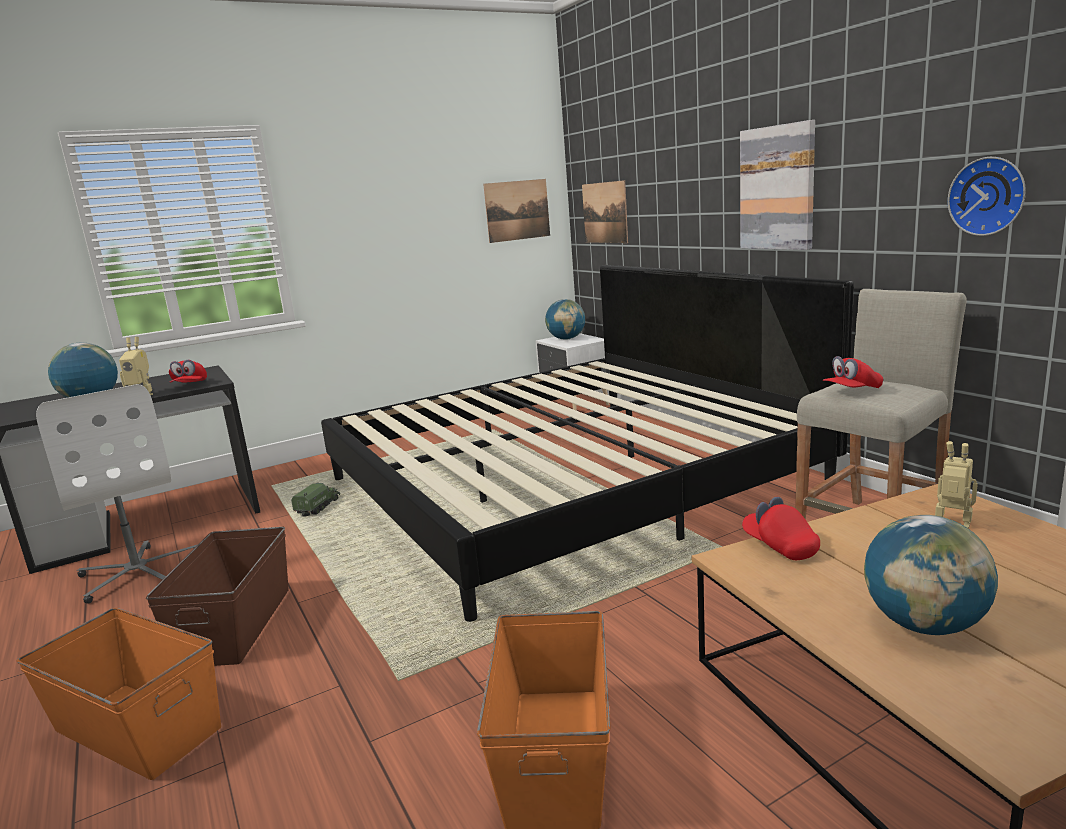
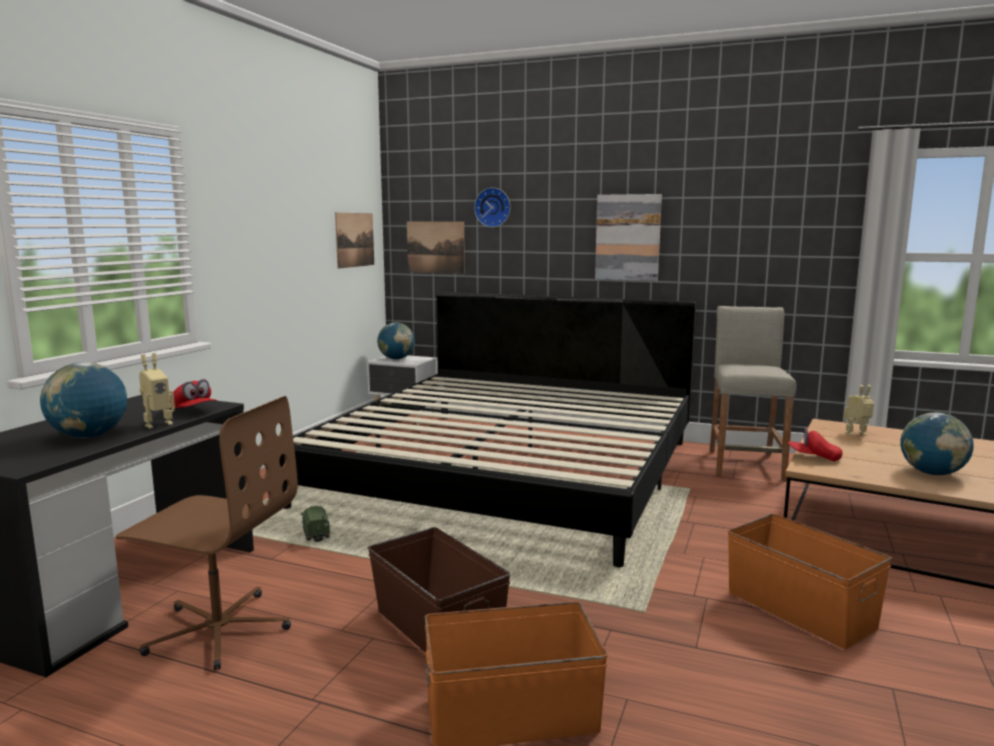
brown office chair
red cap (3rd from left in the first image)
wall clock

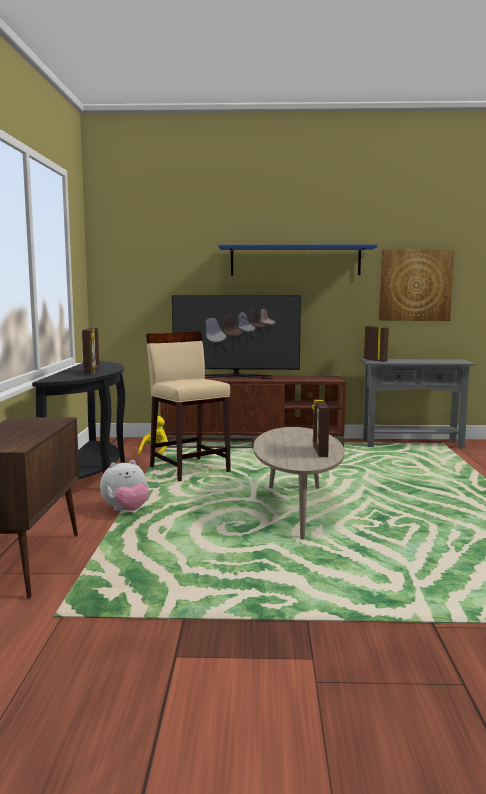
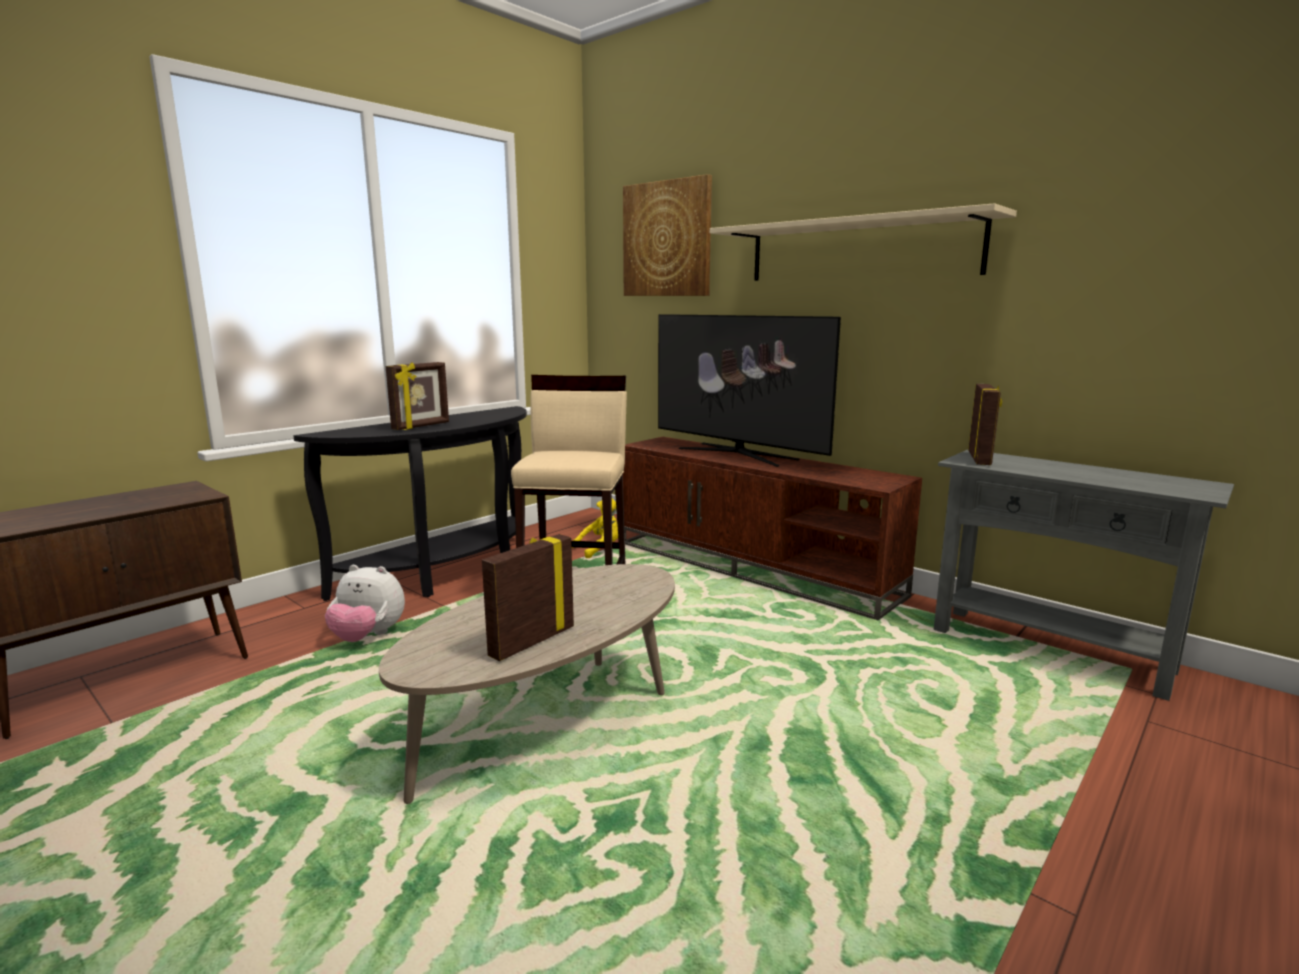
beige shelf
picture

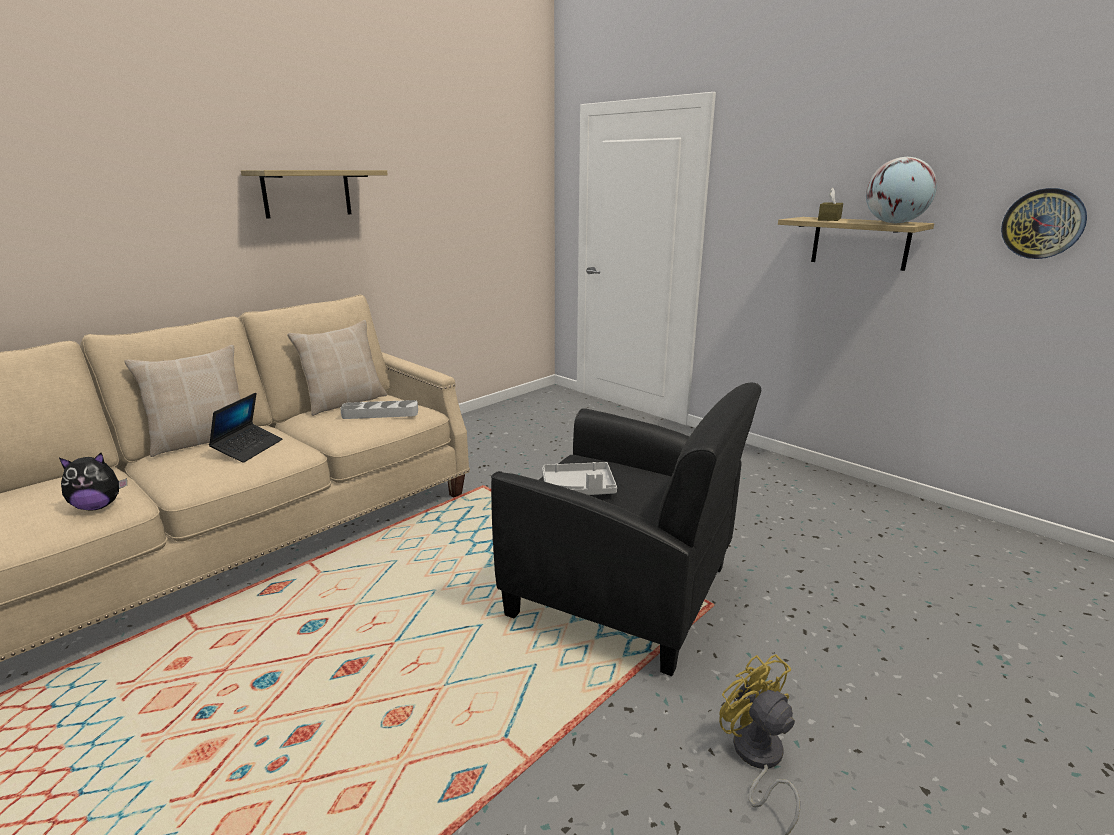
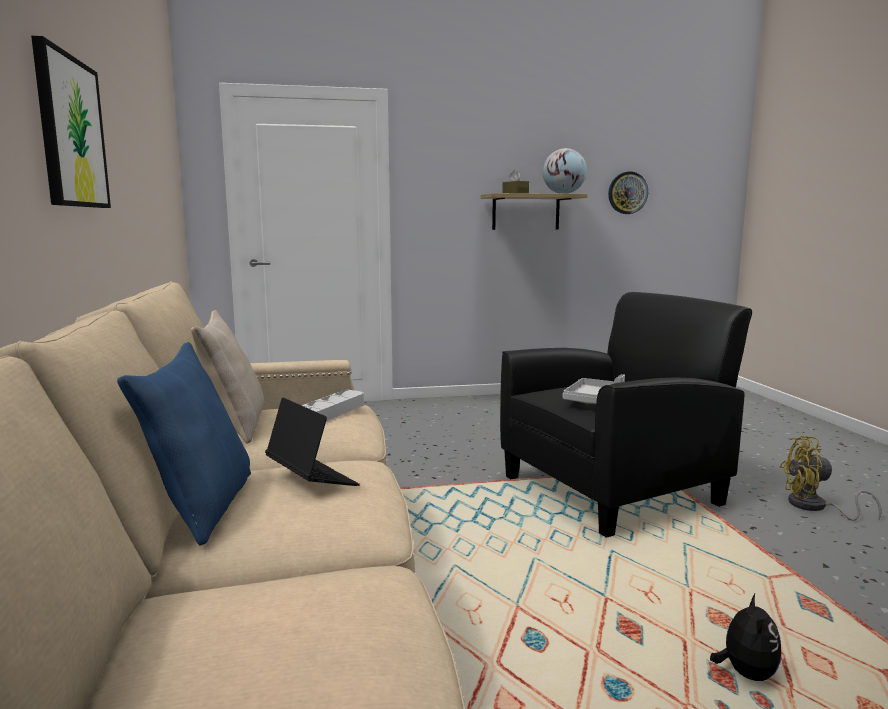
plush toy
blue pillow
picture

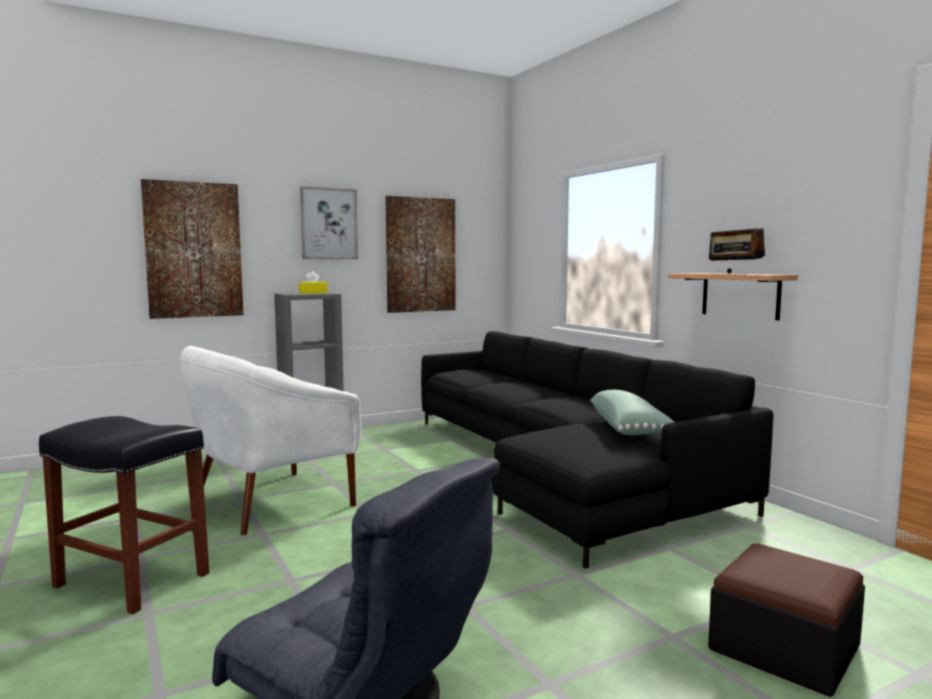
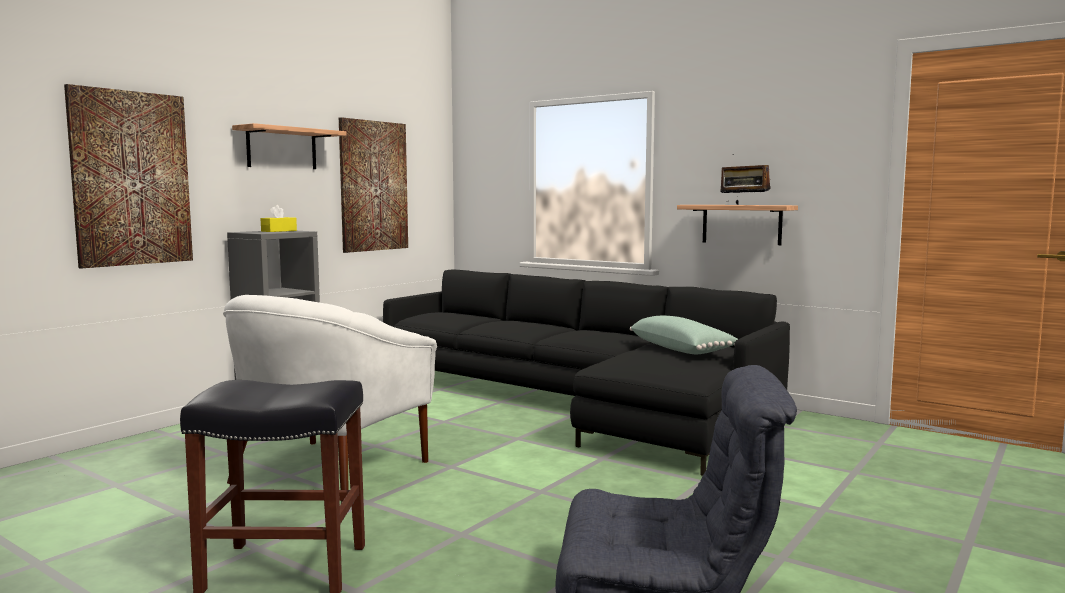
shelf (1st from left)
ottoman

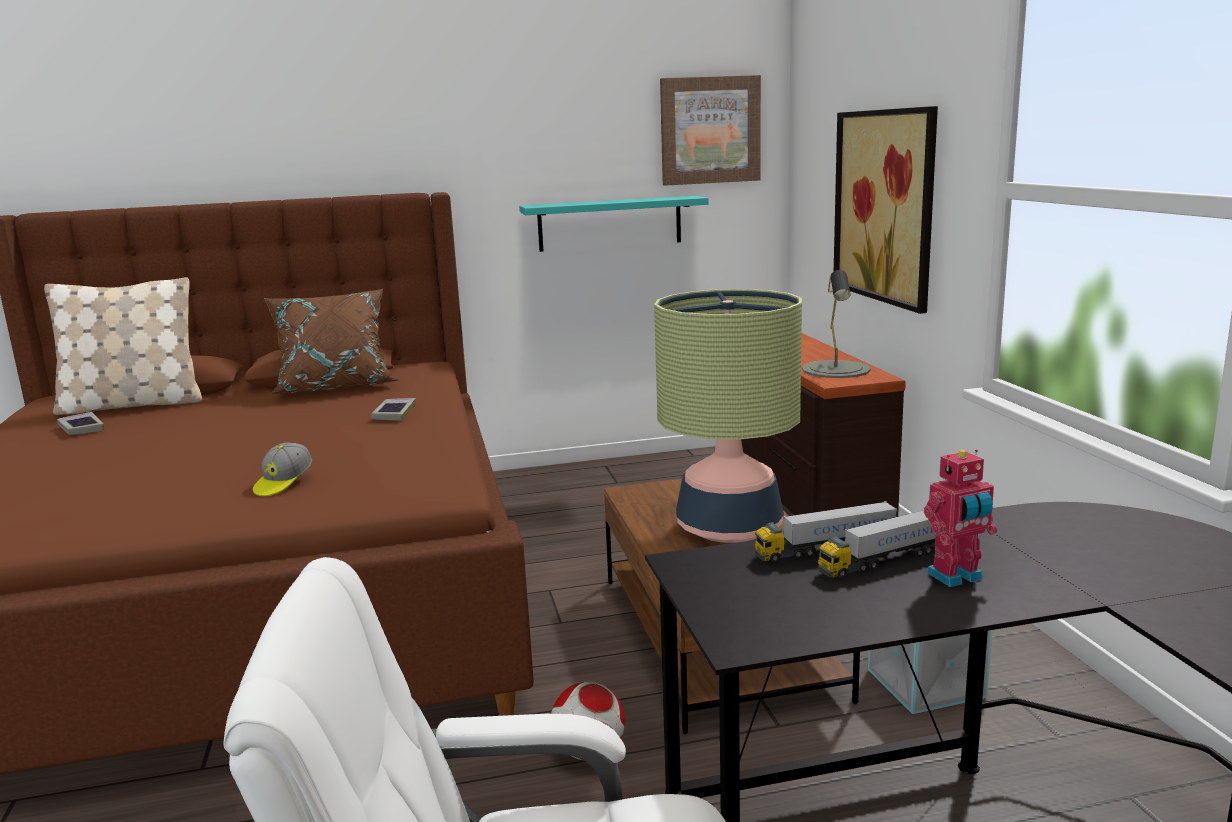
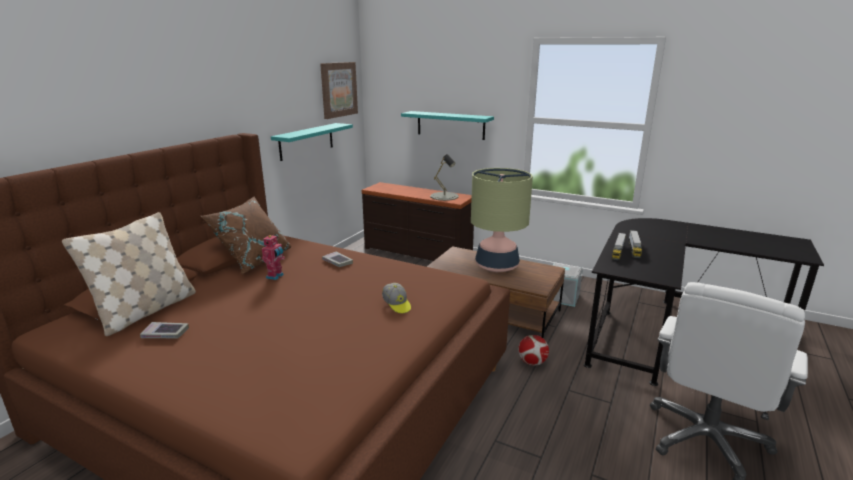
turquoise shelf (2nd from left)
toy robot

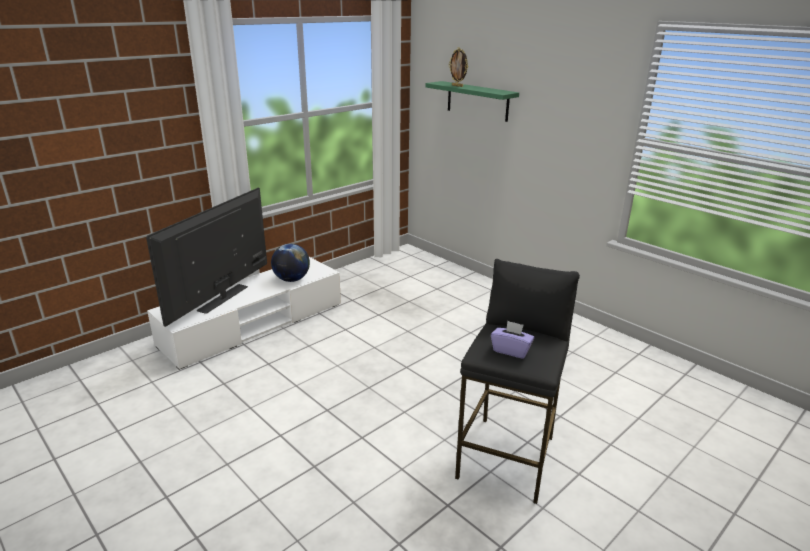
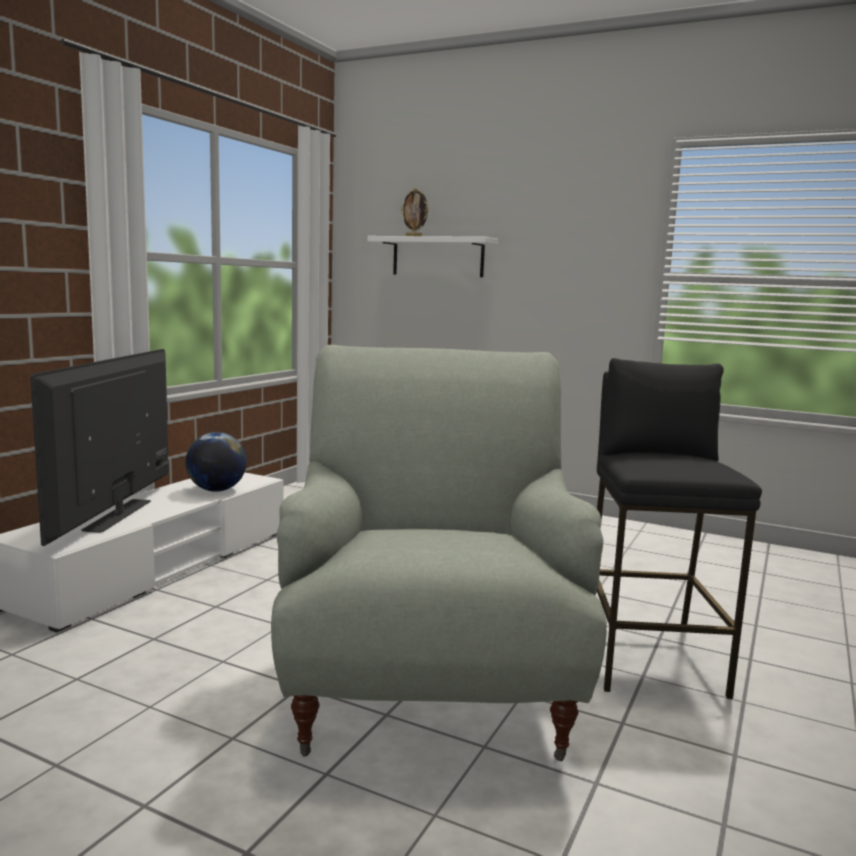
white shelf
purple tissue box
grey armchair

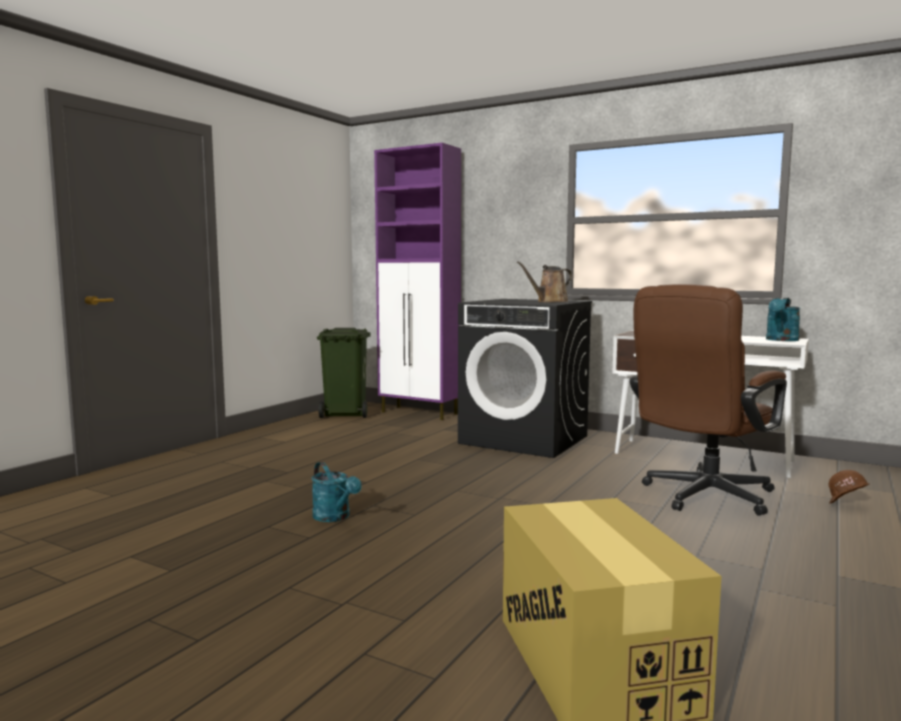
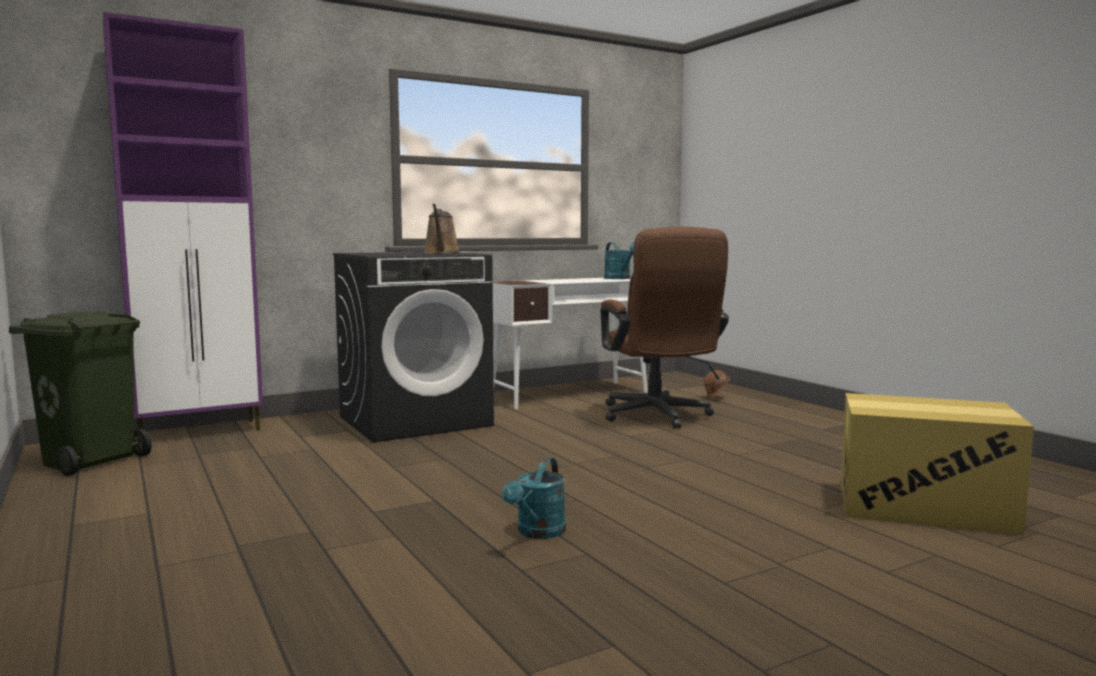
turquoise watering can (1st from left)

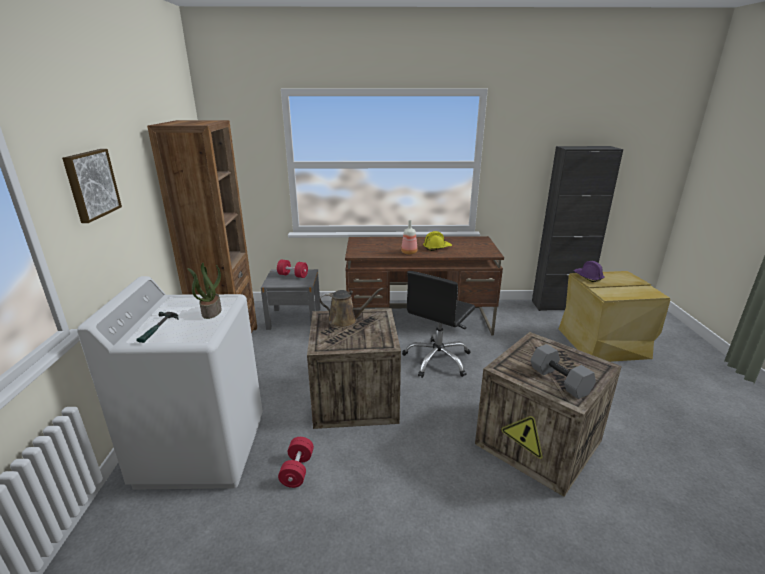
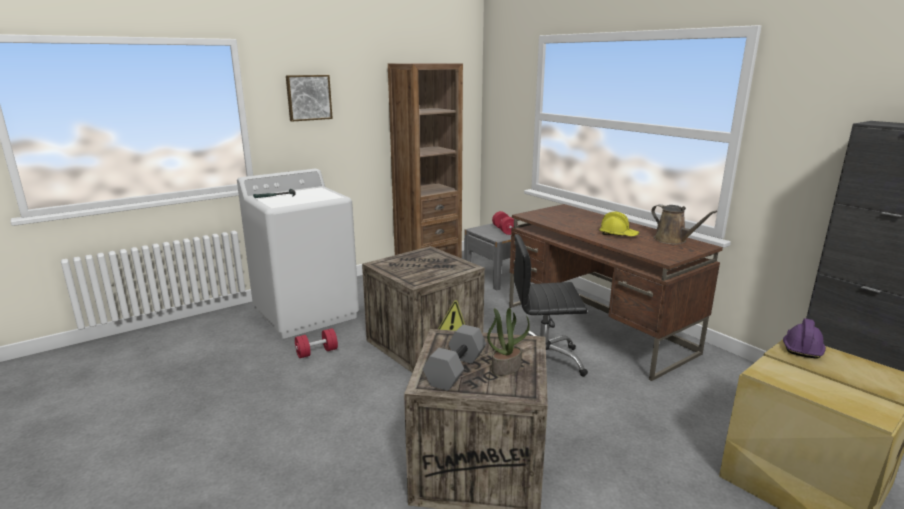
potted plant
brown watering can
bottle

